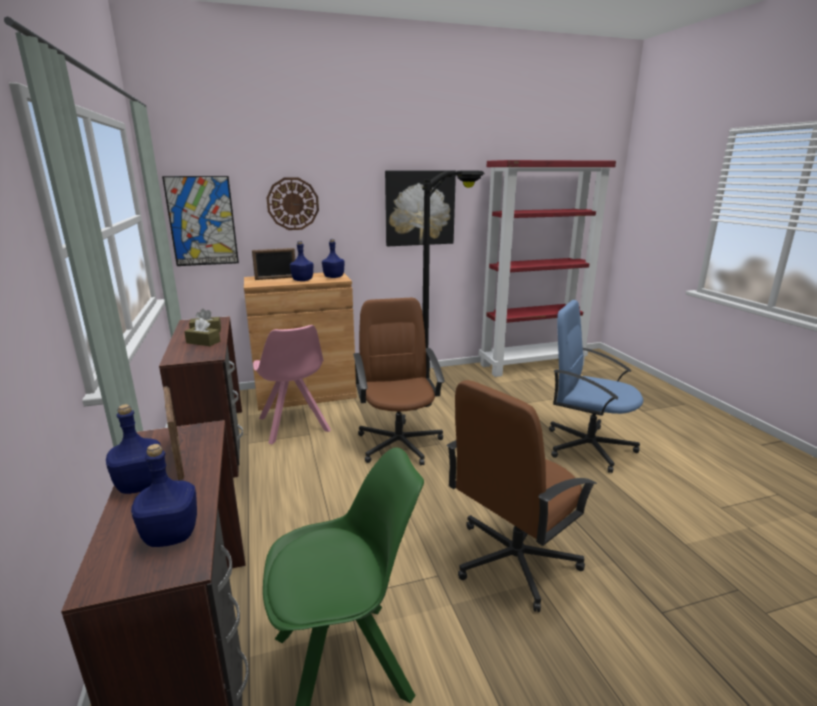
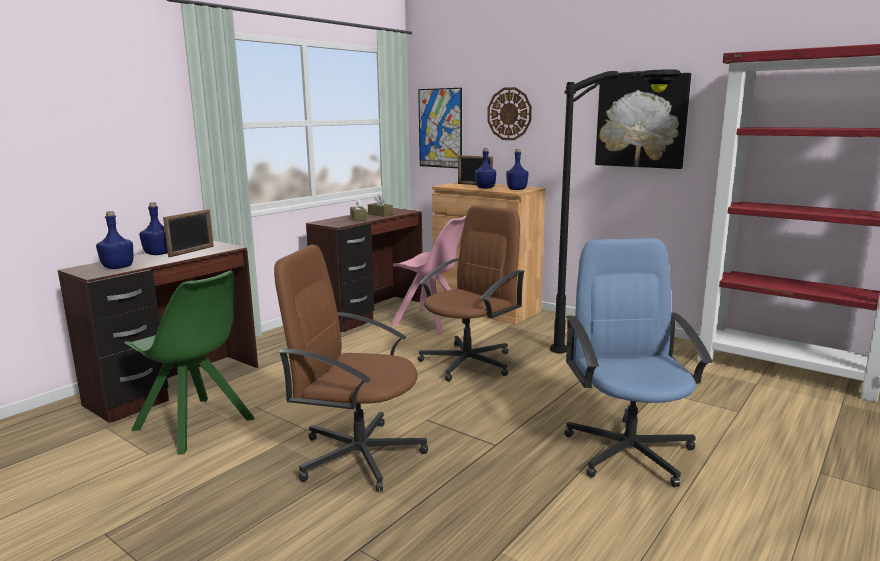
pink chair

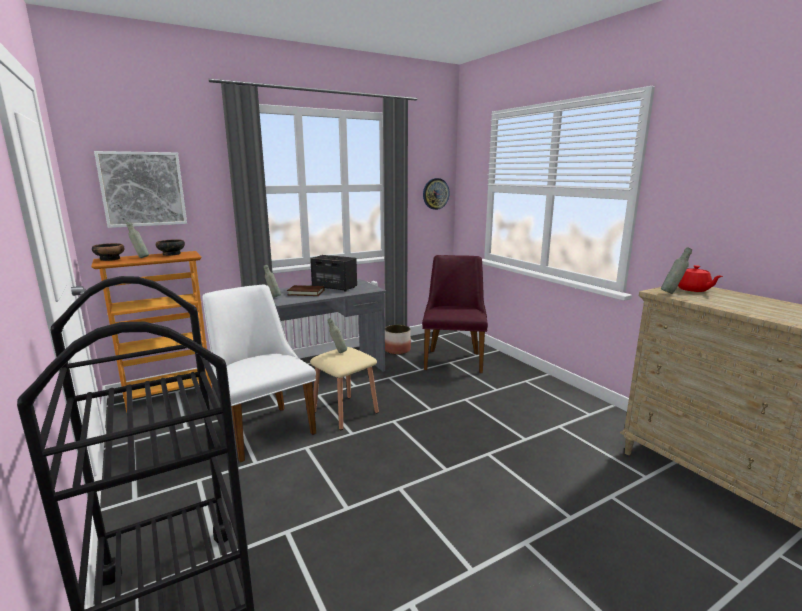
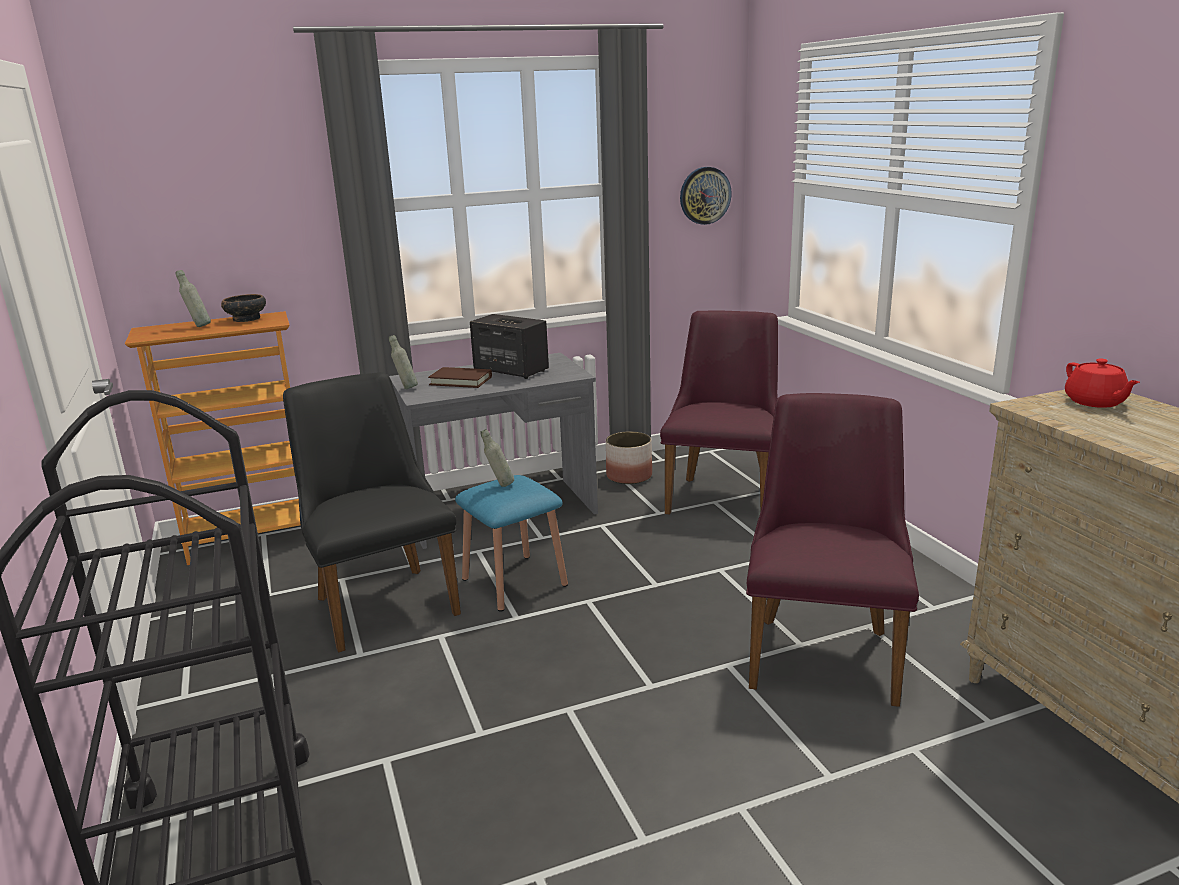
bowl (1st from left in the first image)
picture
black chair
blue stool
grey bottle (4th from left in the first image)
purple chair (2nd from left)

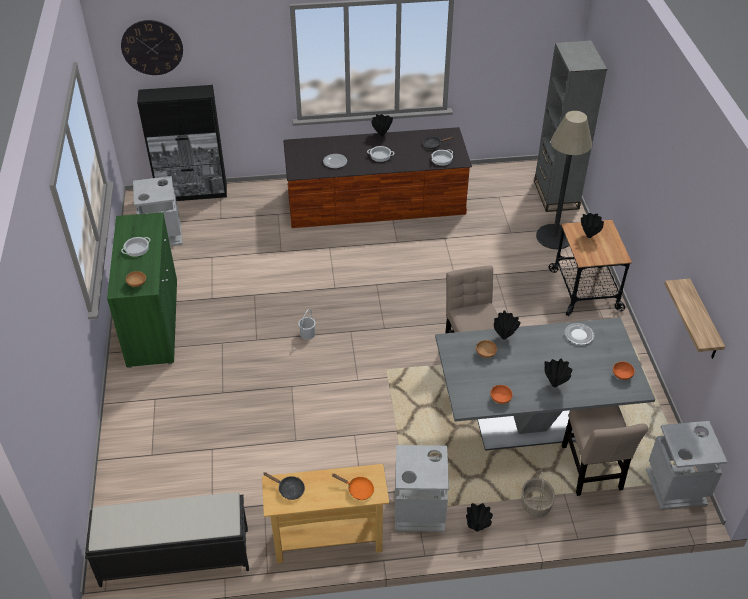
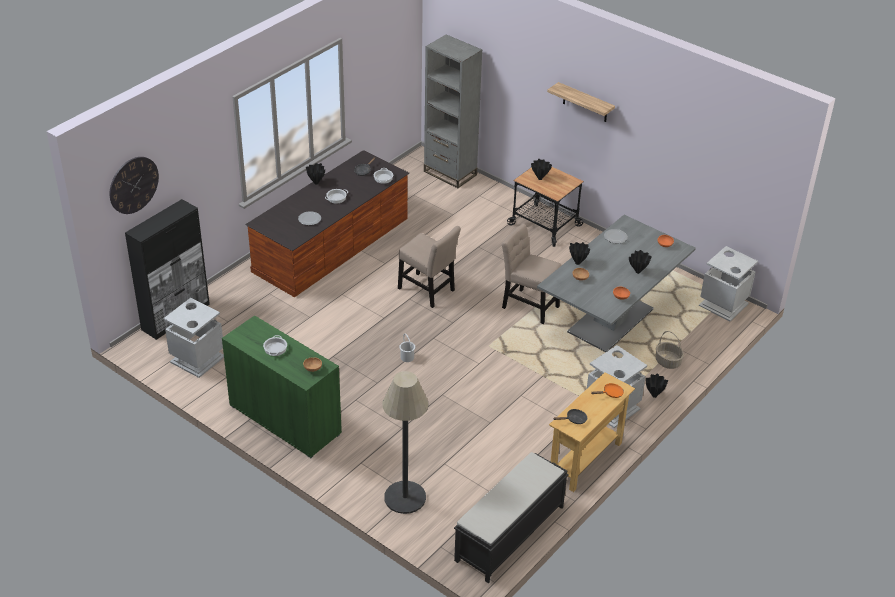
floor lamp
beige chair (1st from left)
shelf

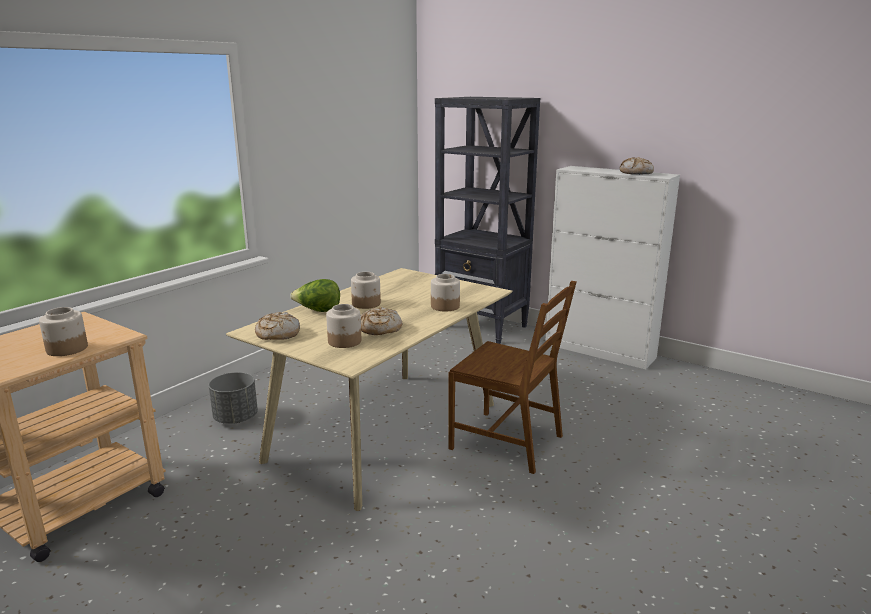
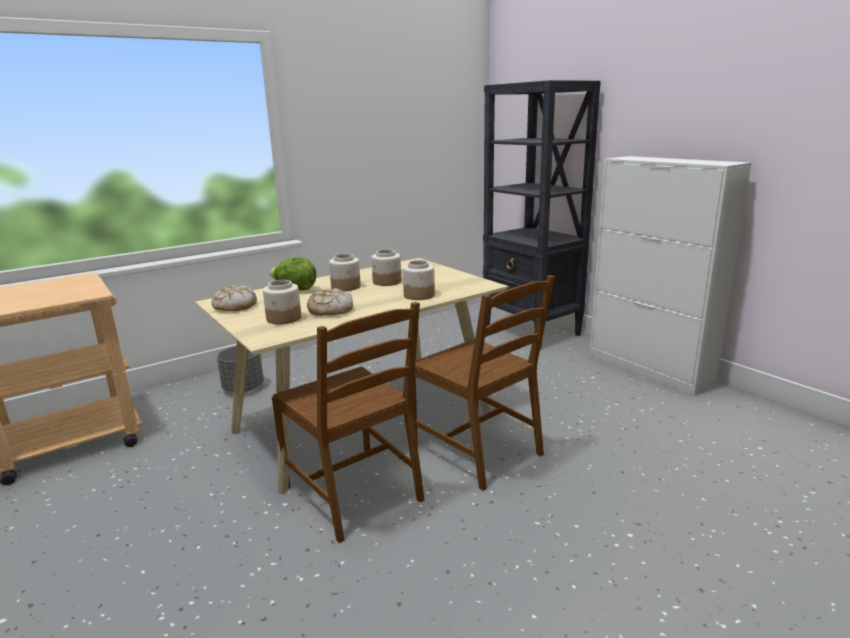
jar (3rd from left)
bread (3rd from left in the first image)
brown chair (1st from left)

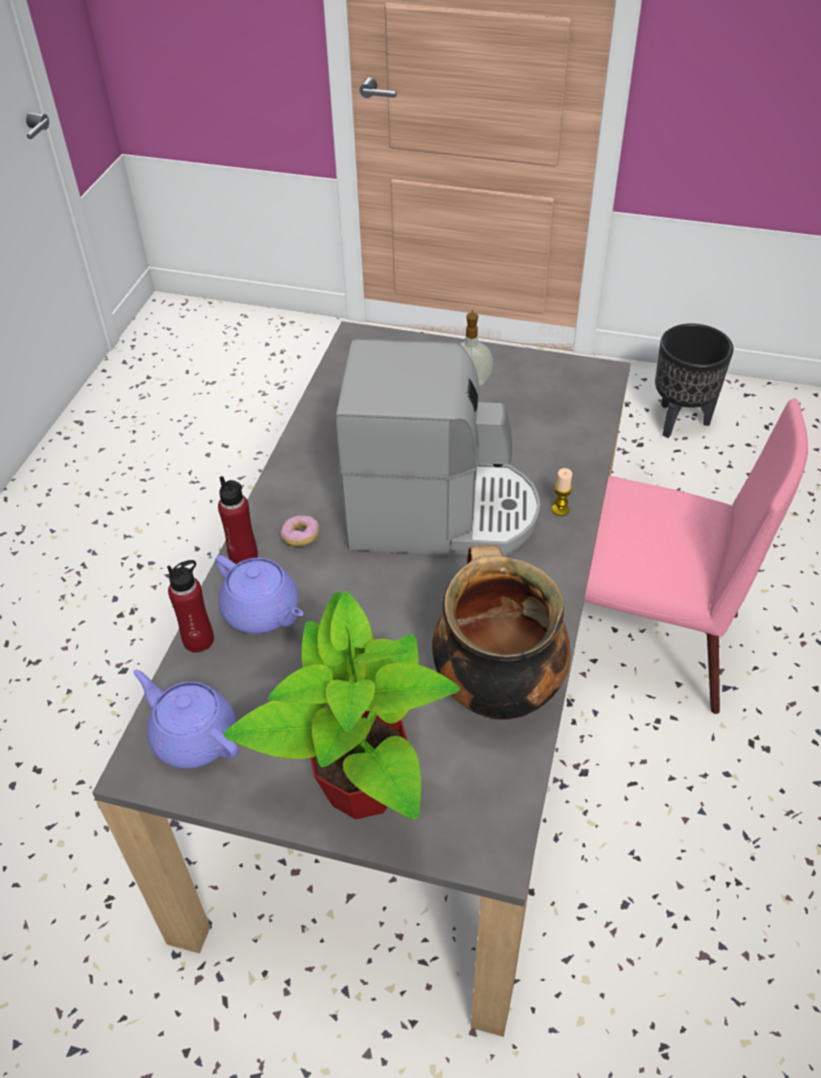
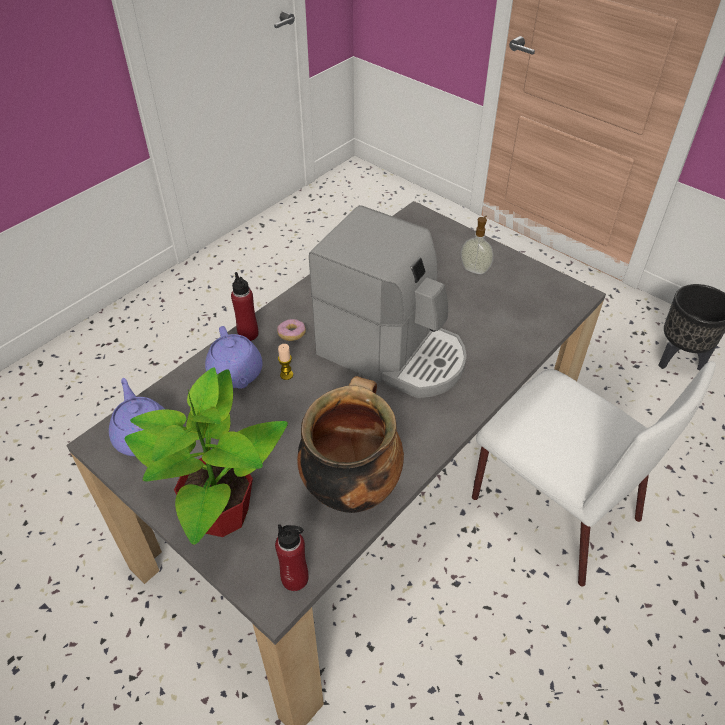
red bottle (2nd from left)
candle
white chair

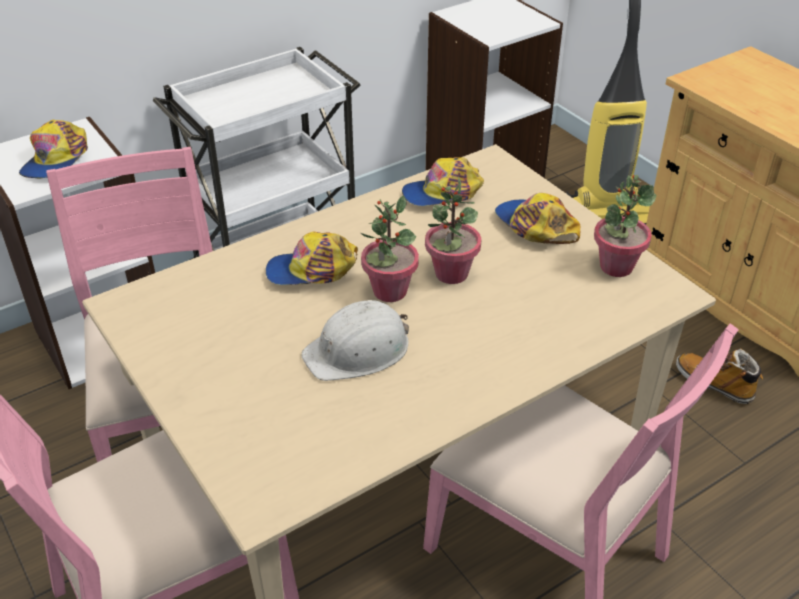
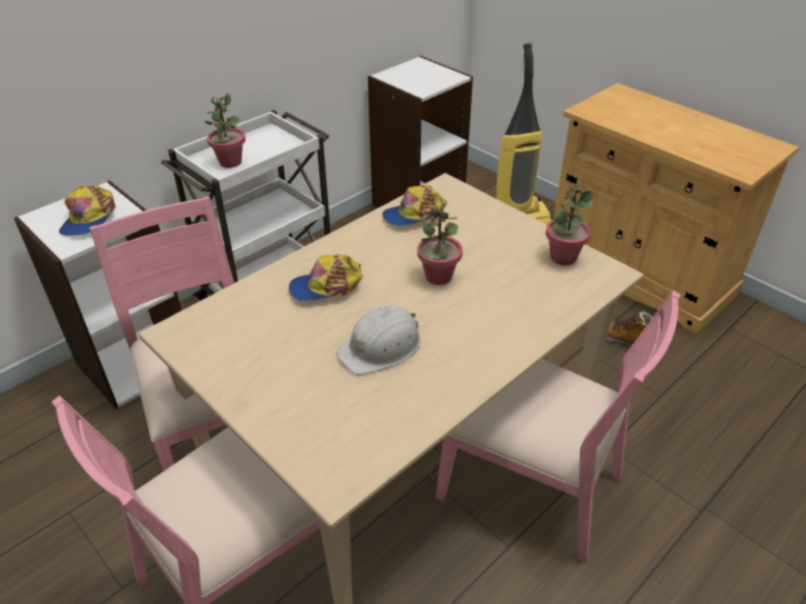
potted plant (1st from left)
cap (4th from left in the first image)

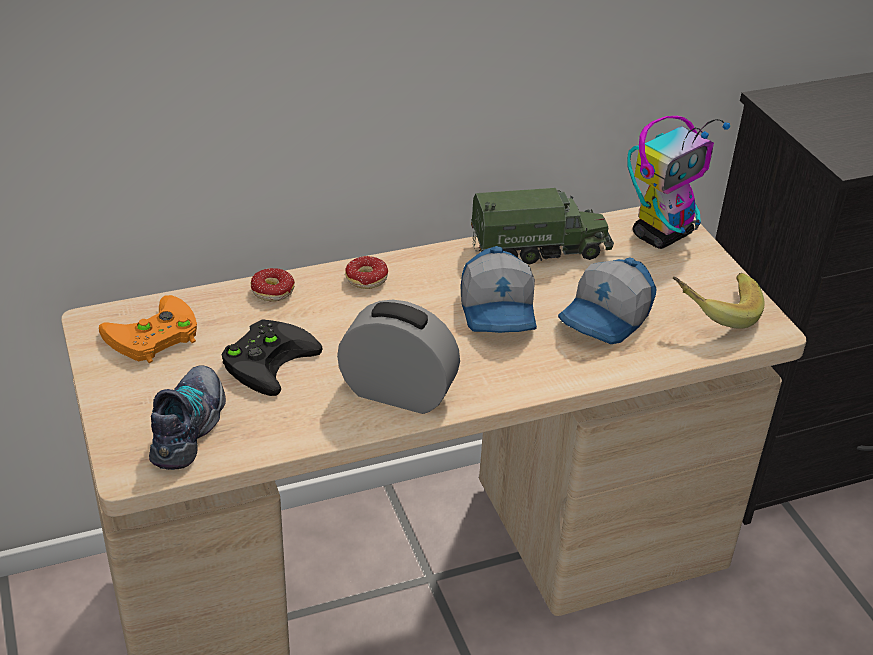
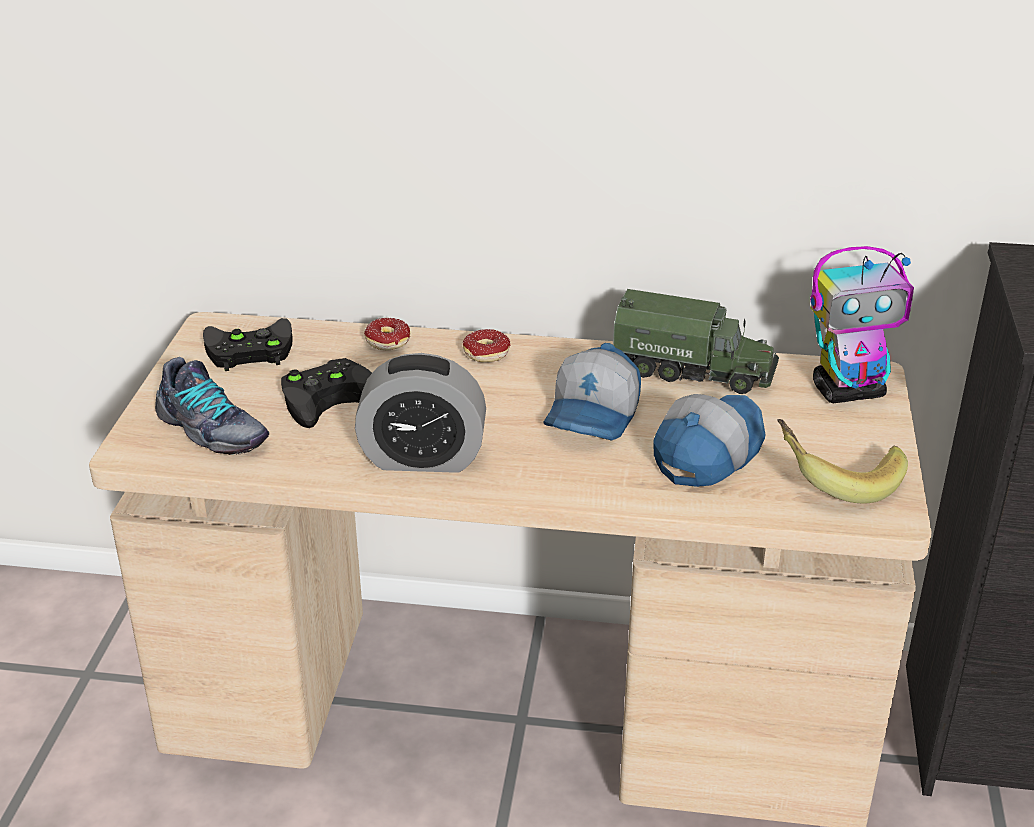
black game controller (1st from left)
shoe
alarm clock
cap (2nd from left)

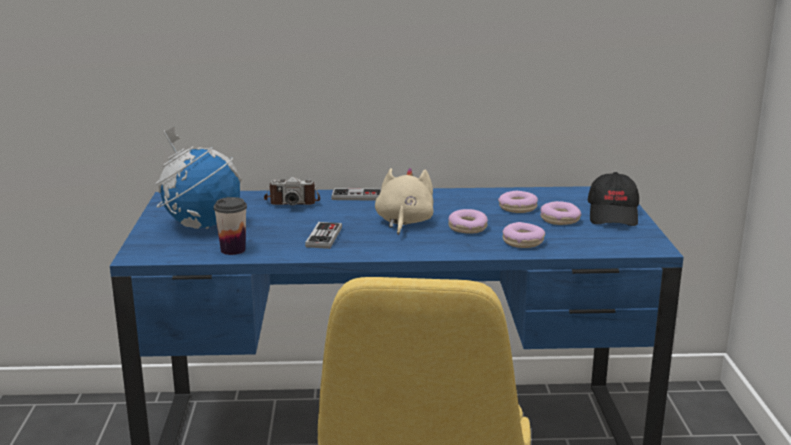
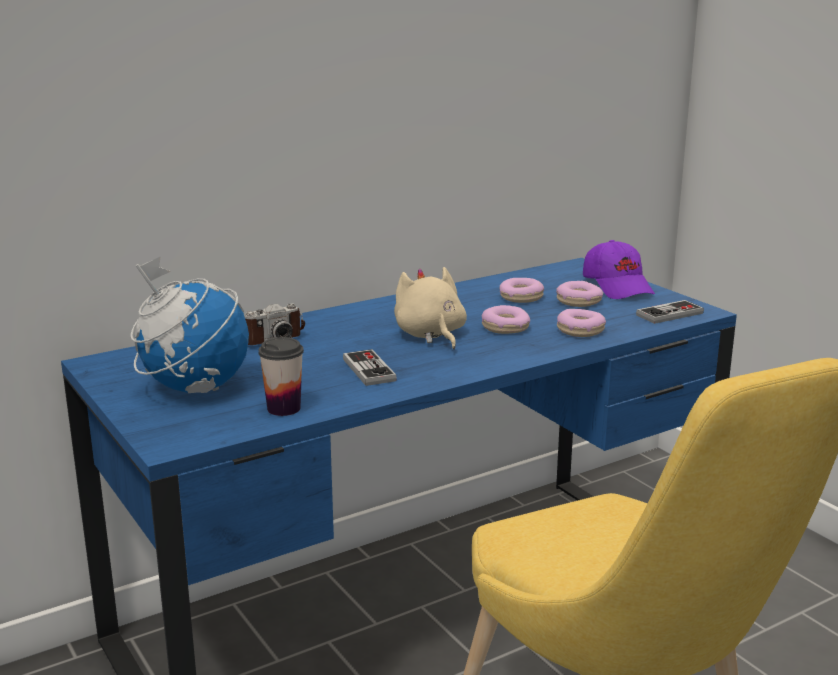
game controller (2nd from left)
purple cap

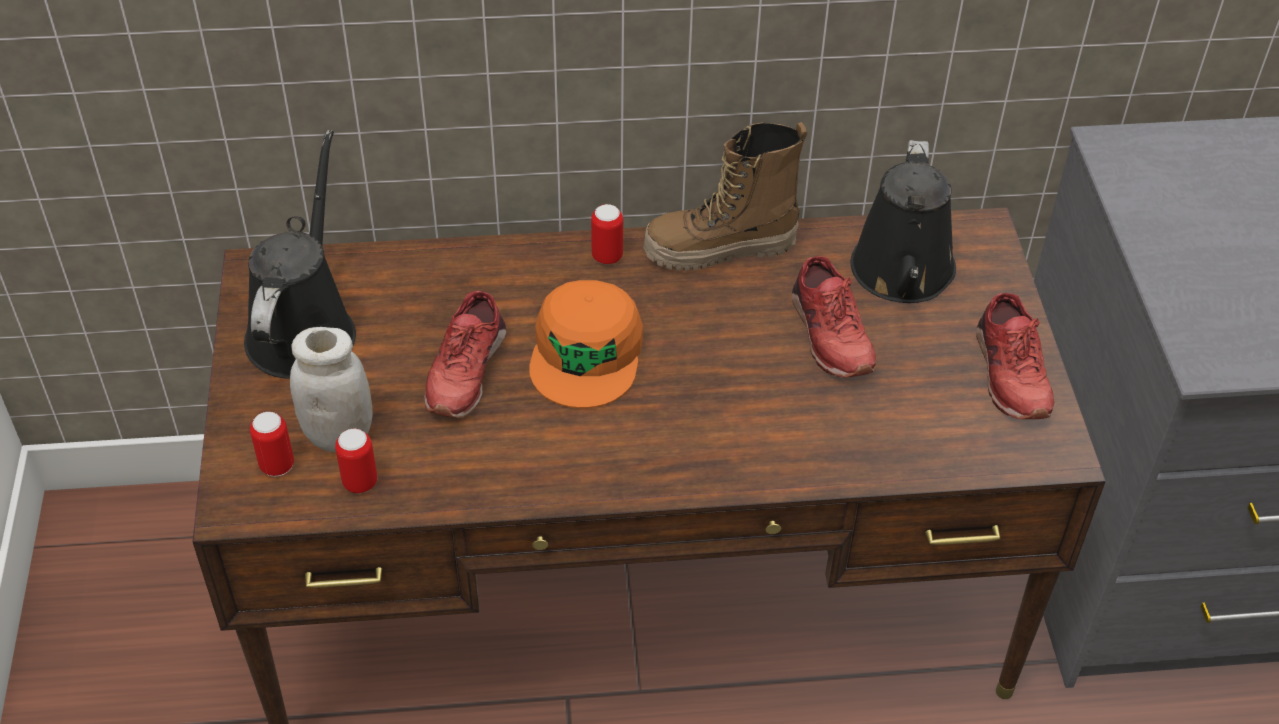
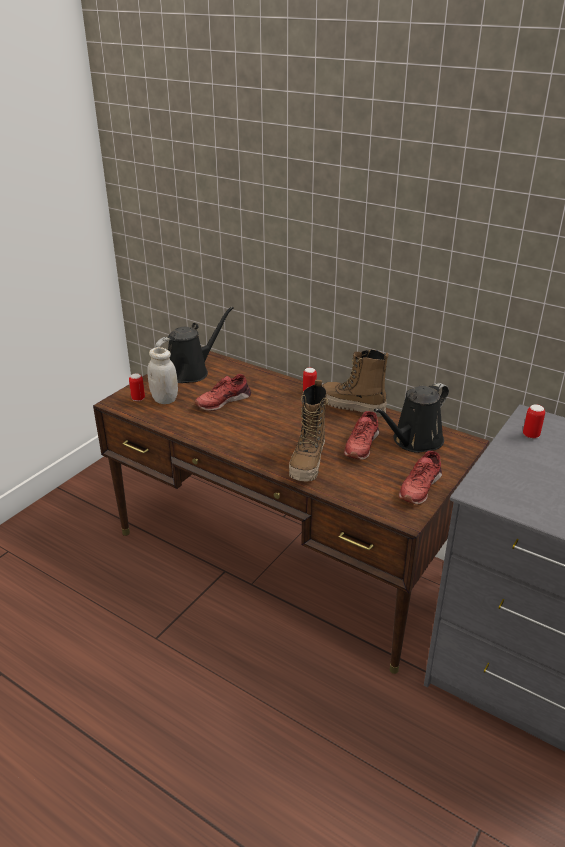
can (3rd from left)
orange cap
boot (1st from left)

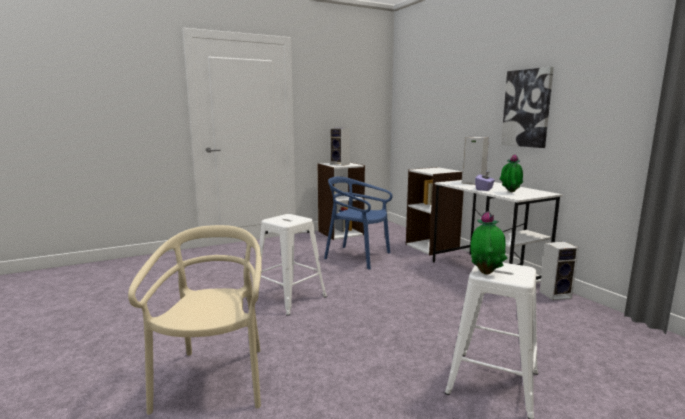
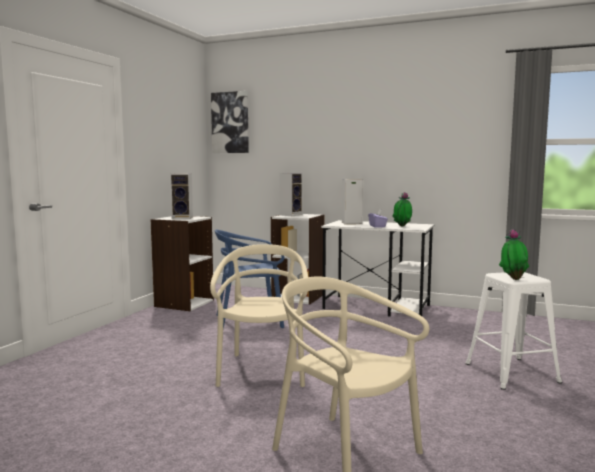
beige chair (1st from left)
picture
speaker (2nd from left)

